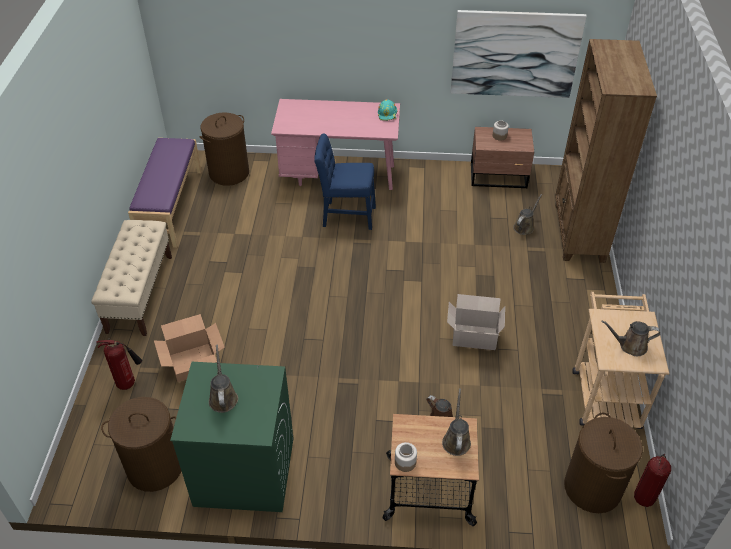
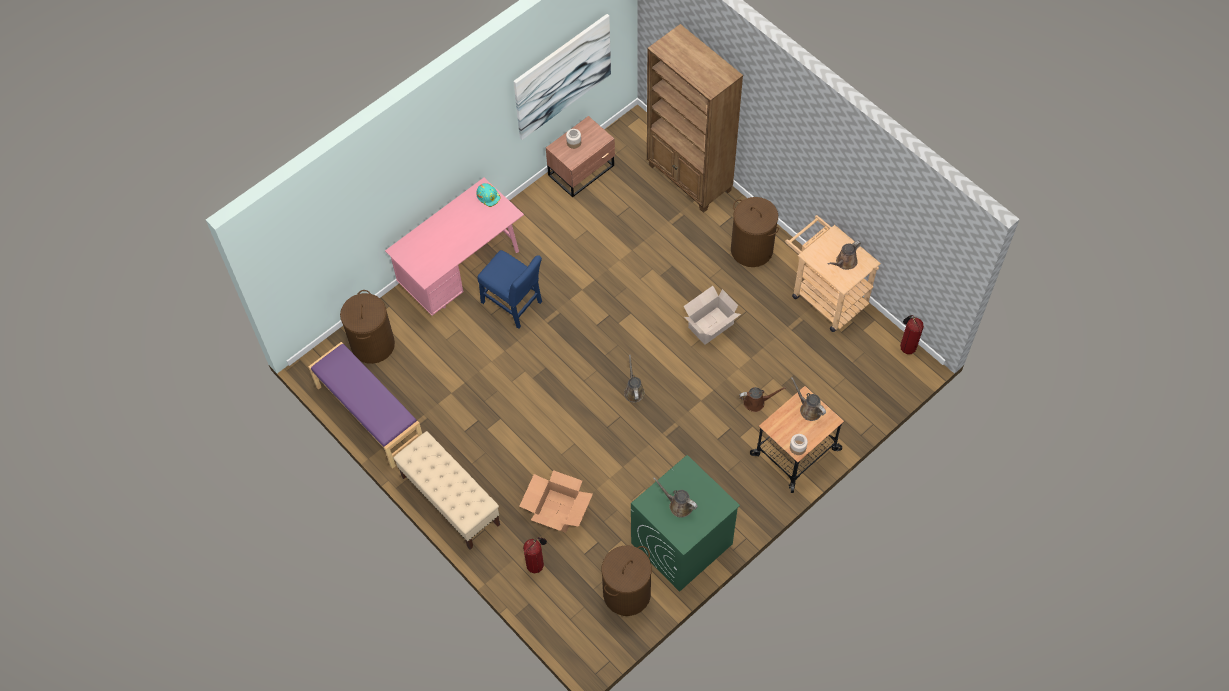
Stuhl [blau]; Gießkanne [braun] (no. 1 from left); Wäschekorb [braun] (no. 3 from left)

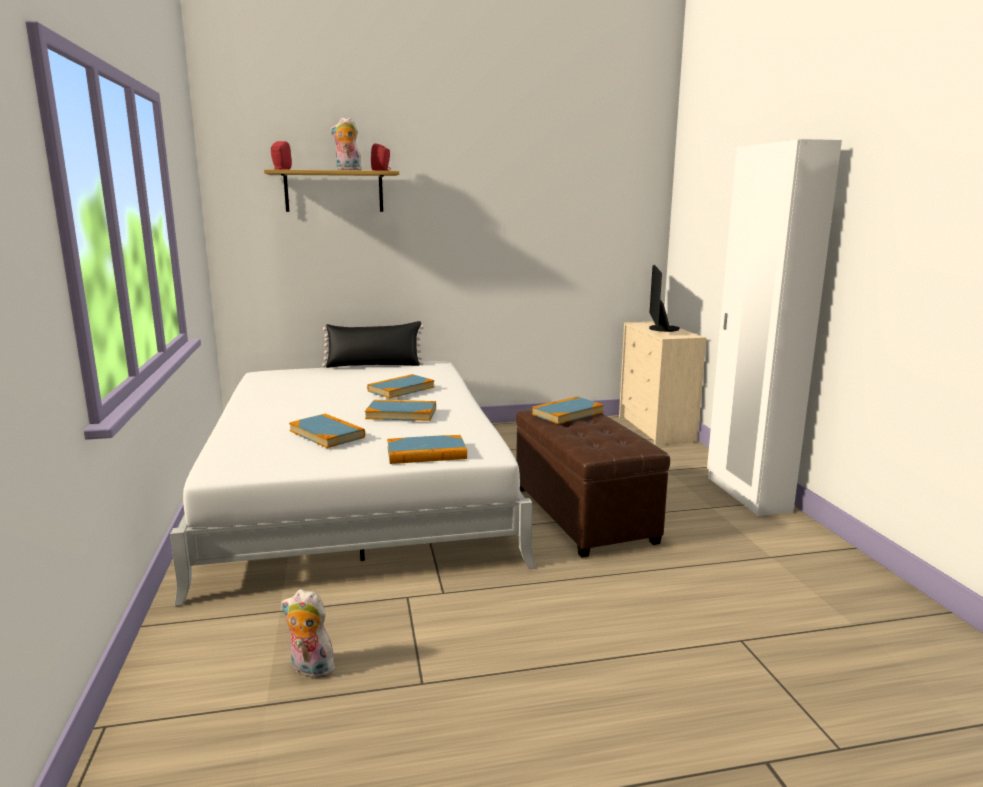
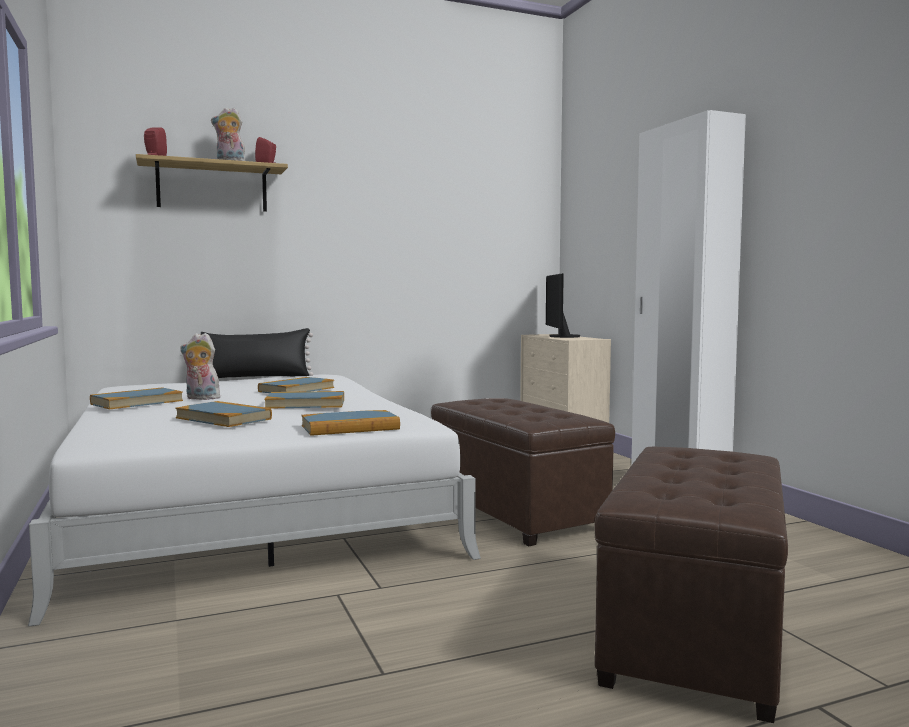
Buch (no. 1 from left); Plüschtier (no. 1 from left); Polsterhocker [braun] (no. 2 from left)

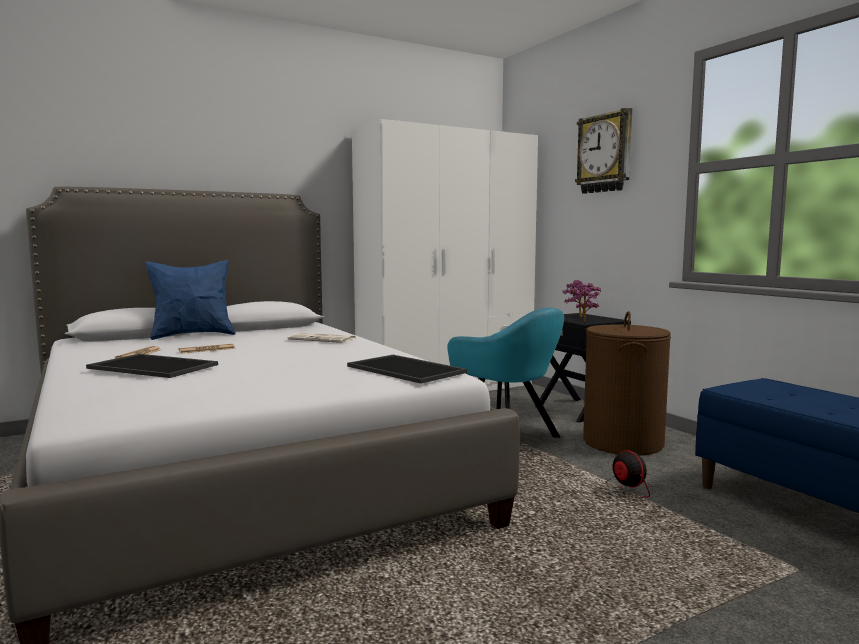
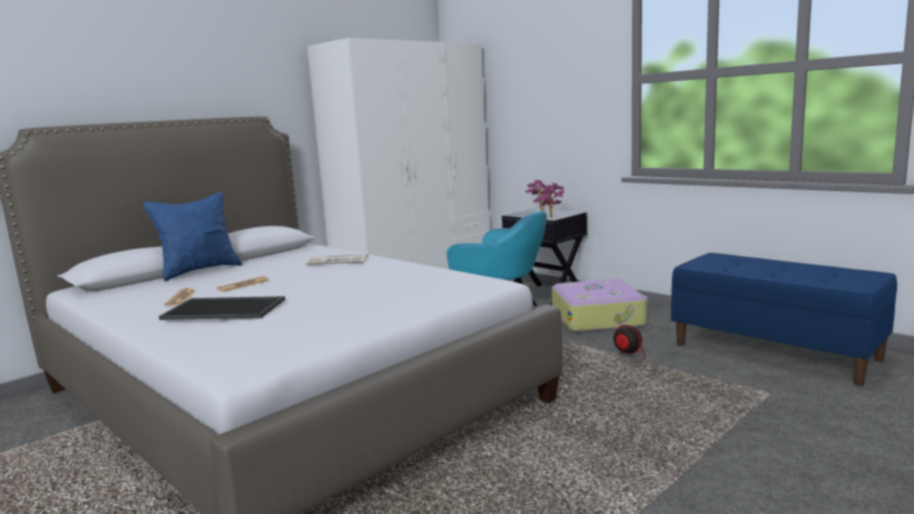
Koffer; Tablett (no. 2 from left in the first image); Wanduhr

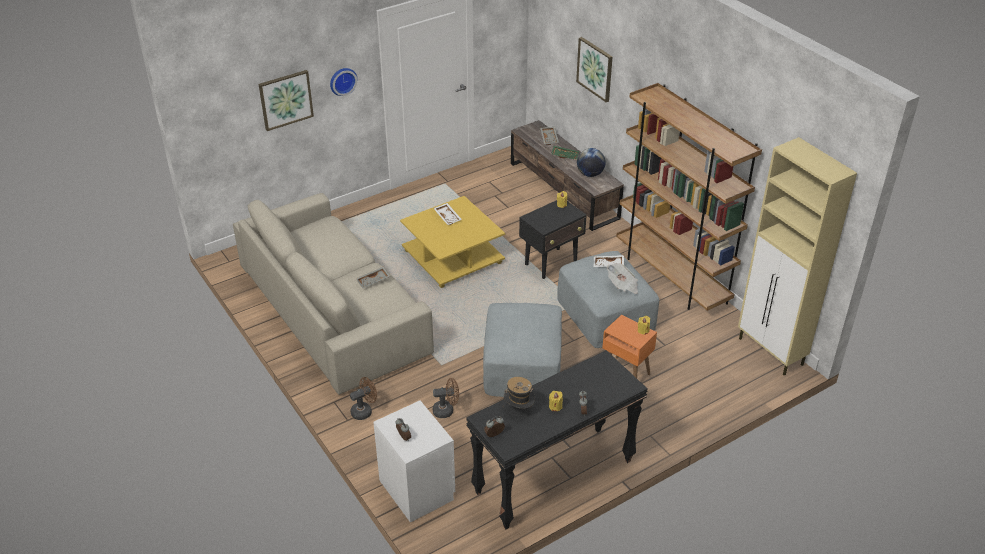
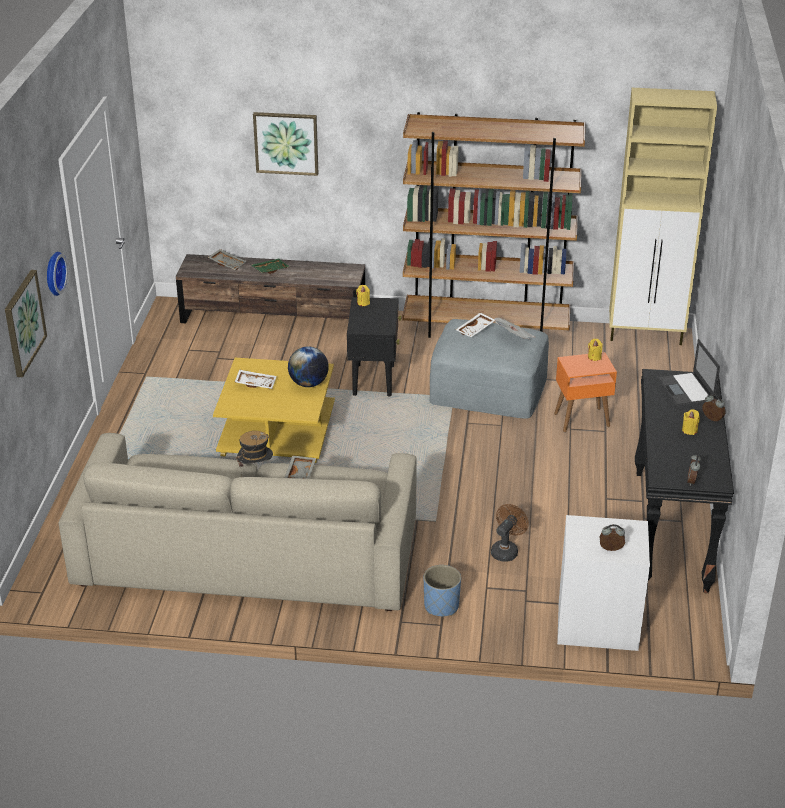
Hut; Globus; Pflanzkübel [blau]; Laptop; Polsterhocker [grau] (no. 1 from left in the first image)

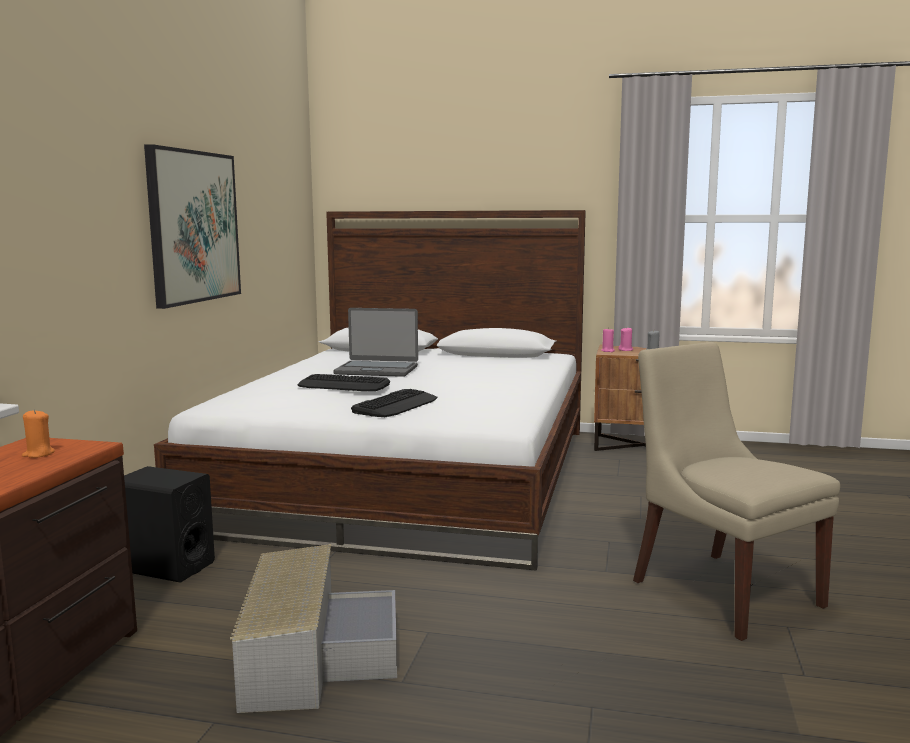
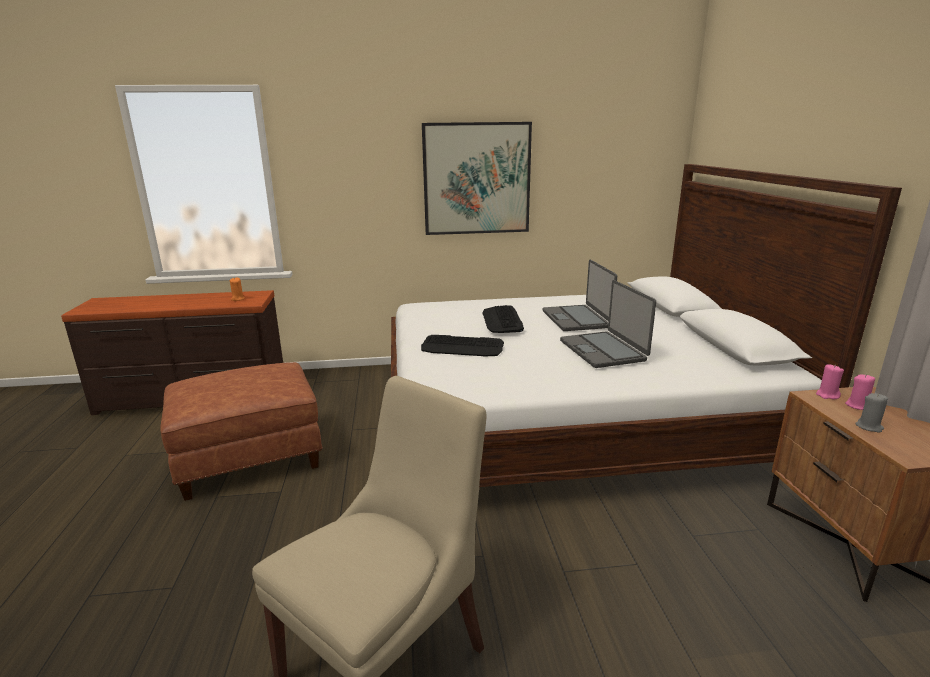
Polsterhocker [braun]; Laptop (no. 2 from left); Lautsprecher [schwarz]

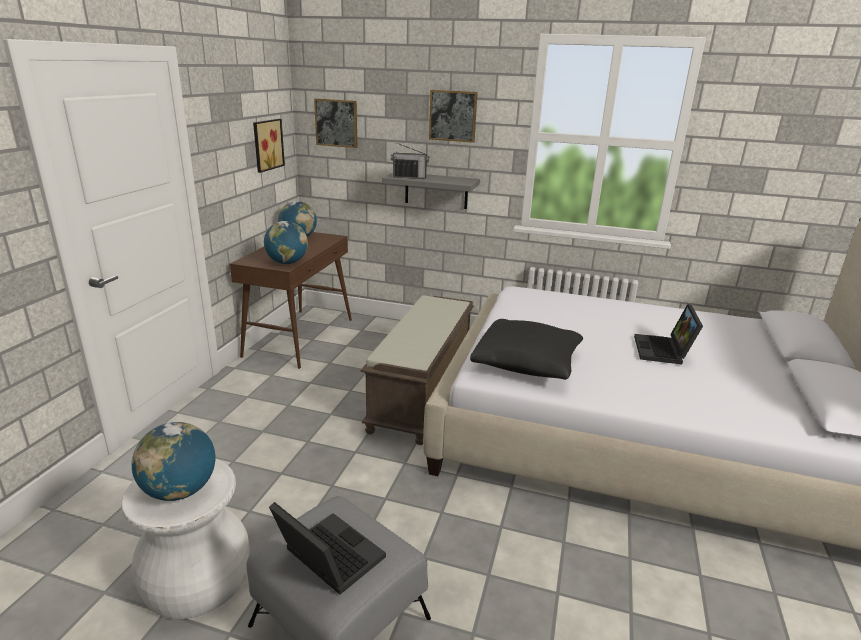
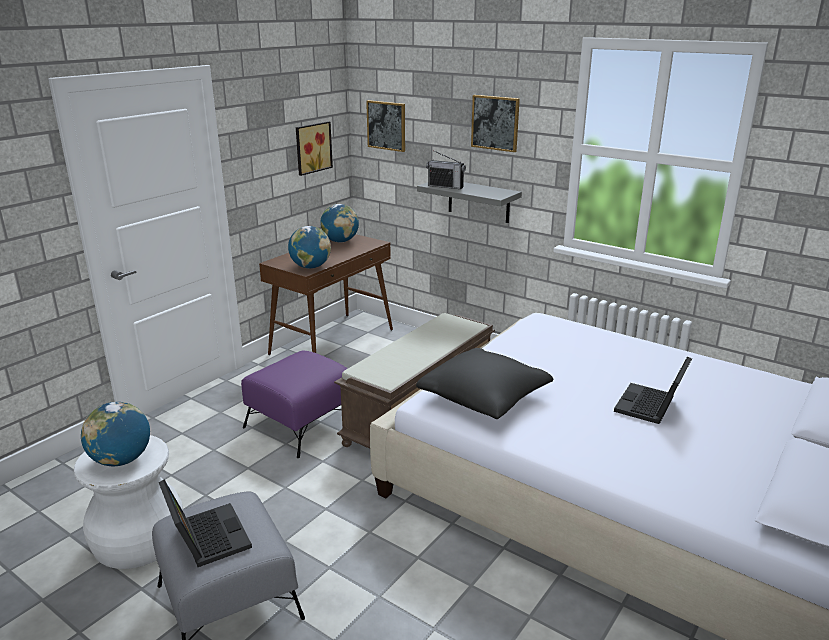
Polsterhocker [lila]

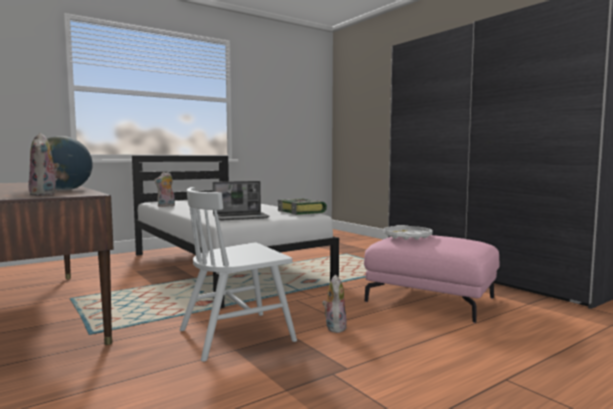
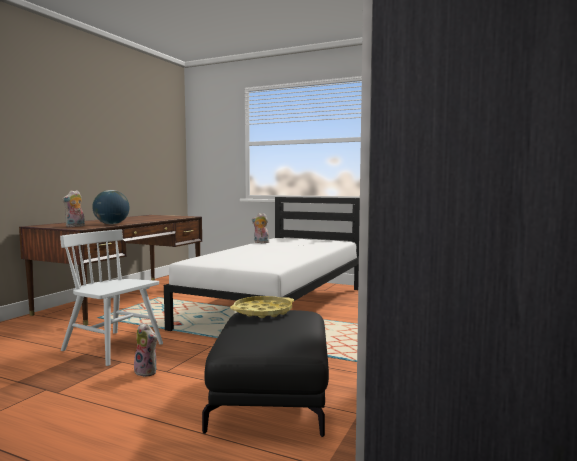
Plüschtier (no. 2 from left); Polsterhocker [schwarz]; Tablett [gelb]; Laptop; Buch

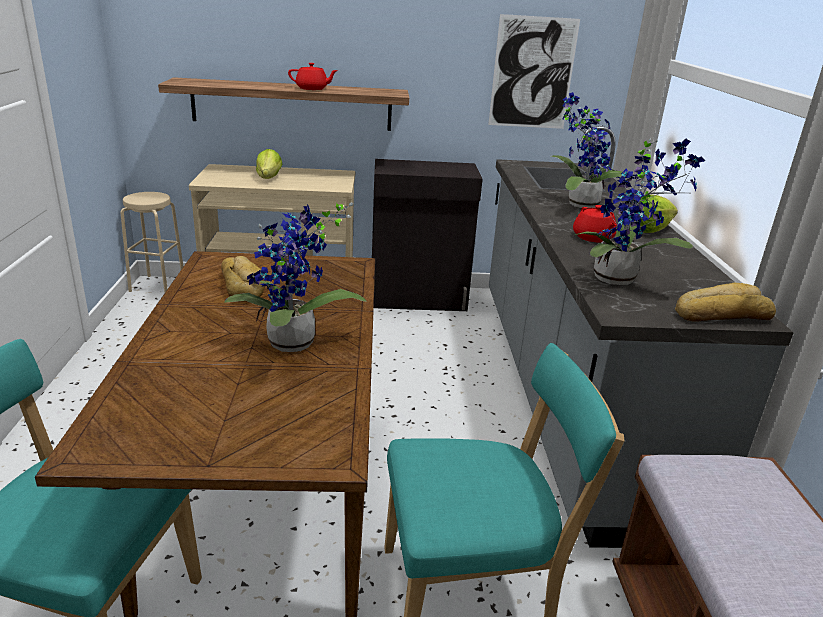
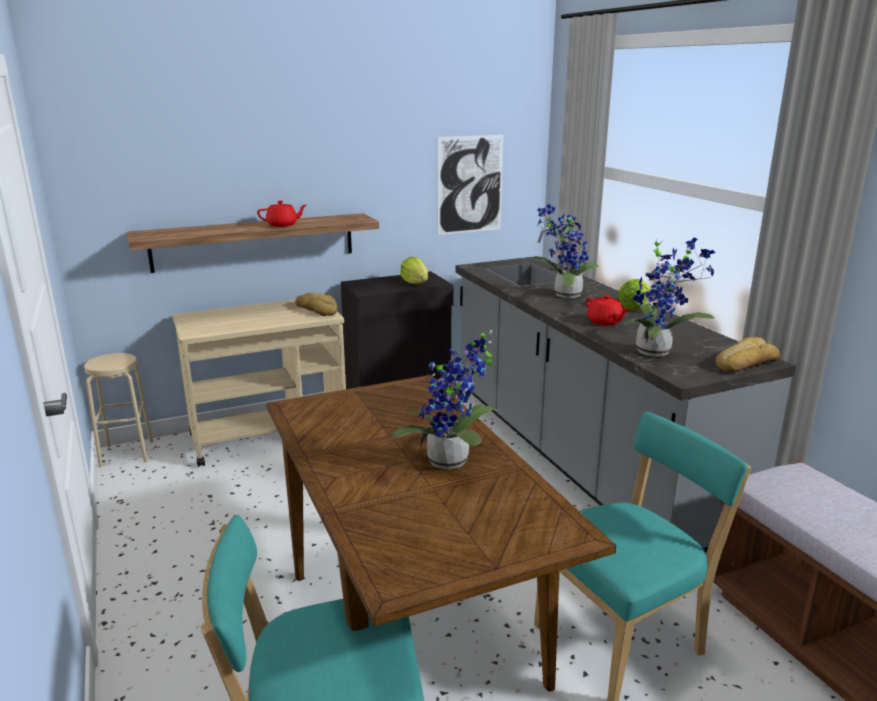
Brot (no. 1 from left); Salatkopf (no. 1 from left)

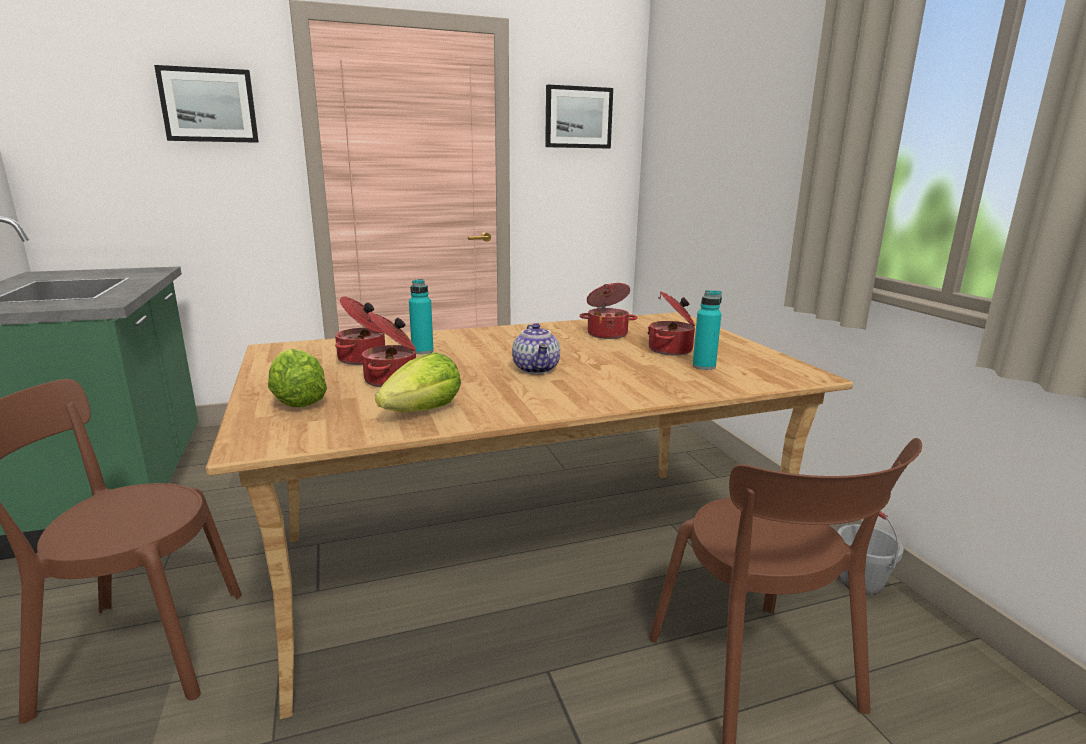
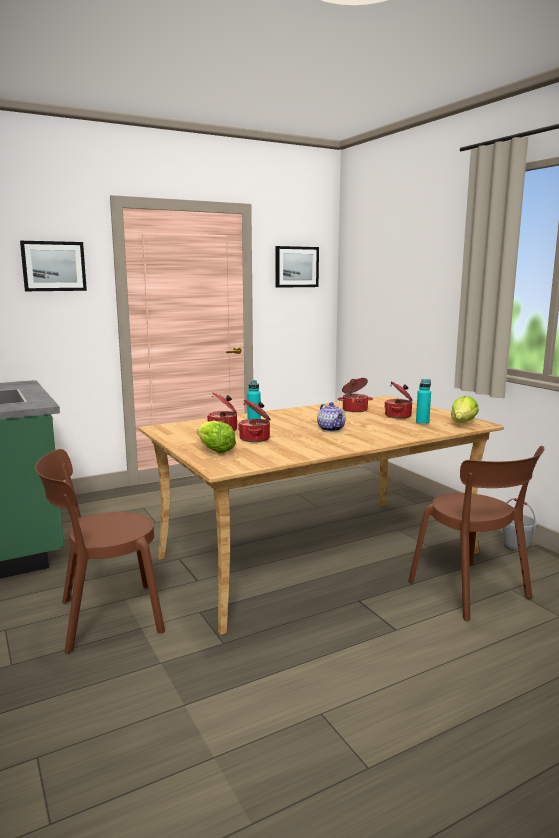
Salatkopf (no. 2 from left)

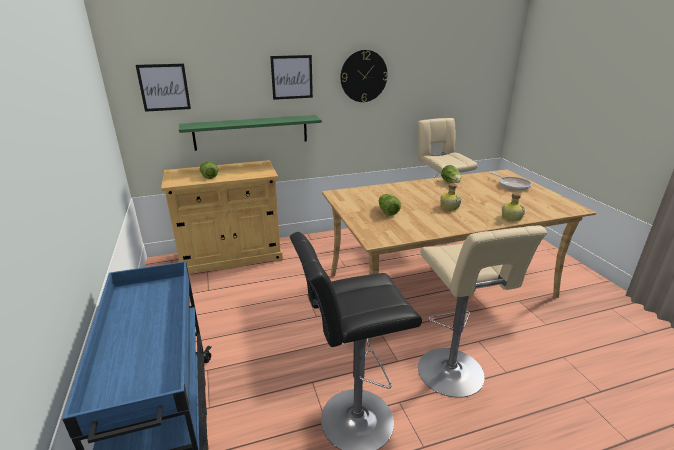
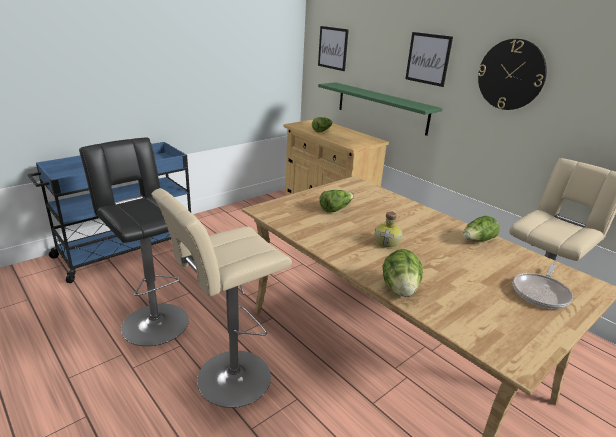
Salatkopf (no. 3 from left)

